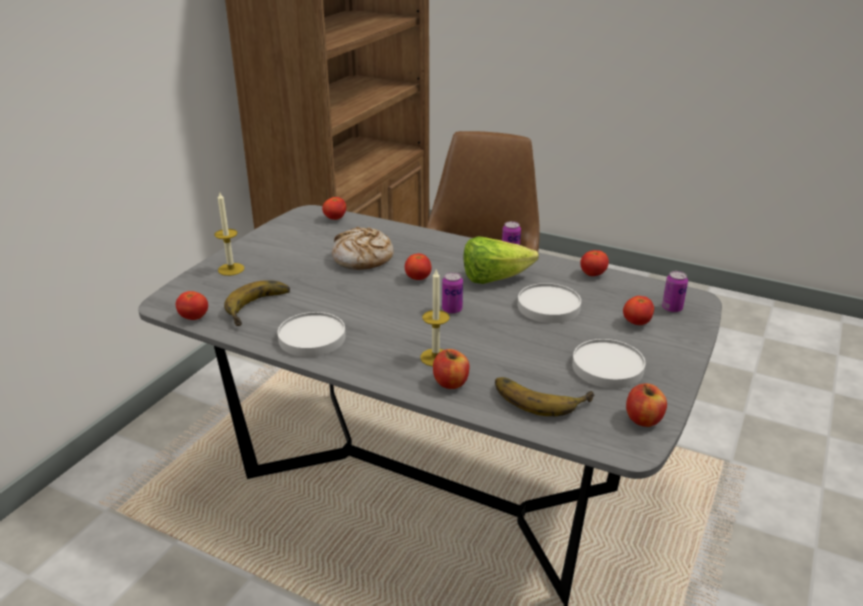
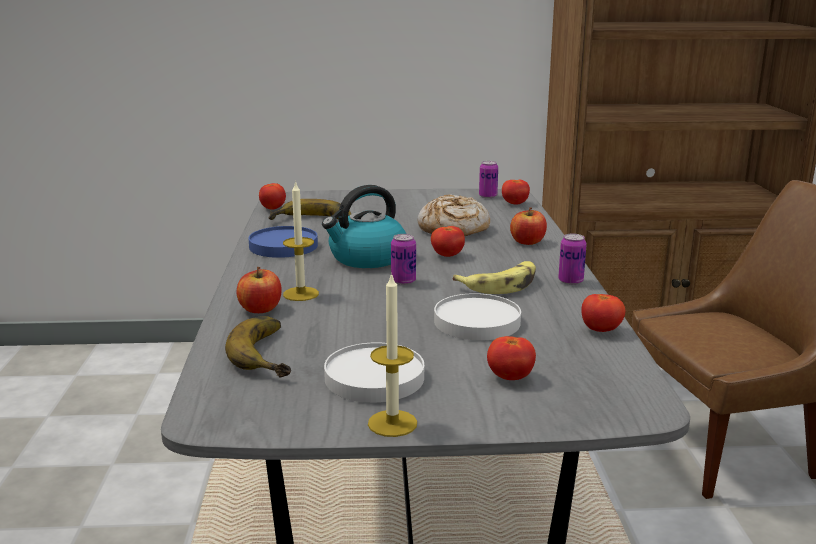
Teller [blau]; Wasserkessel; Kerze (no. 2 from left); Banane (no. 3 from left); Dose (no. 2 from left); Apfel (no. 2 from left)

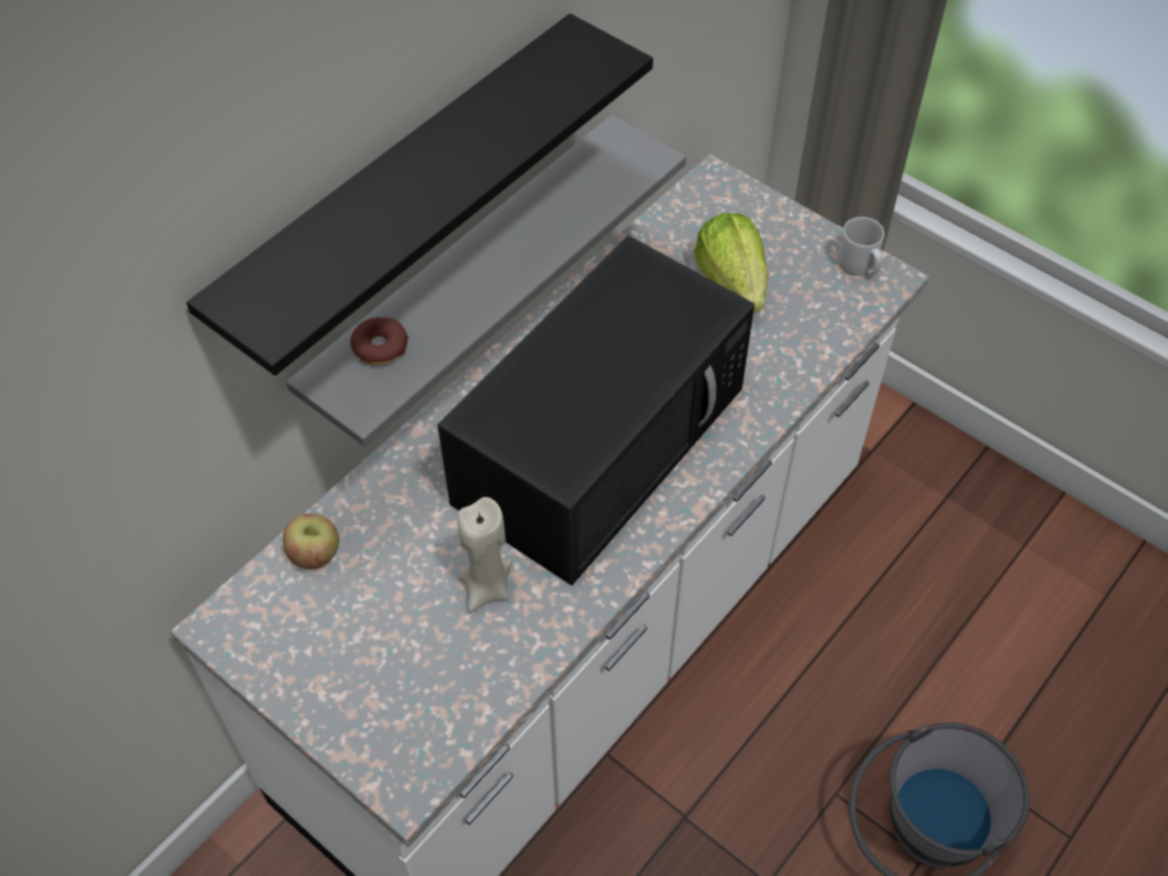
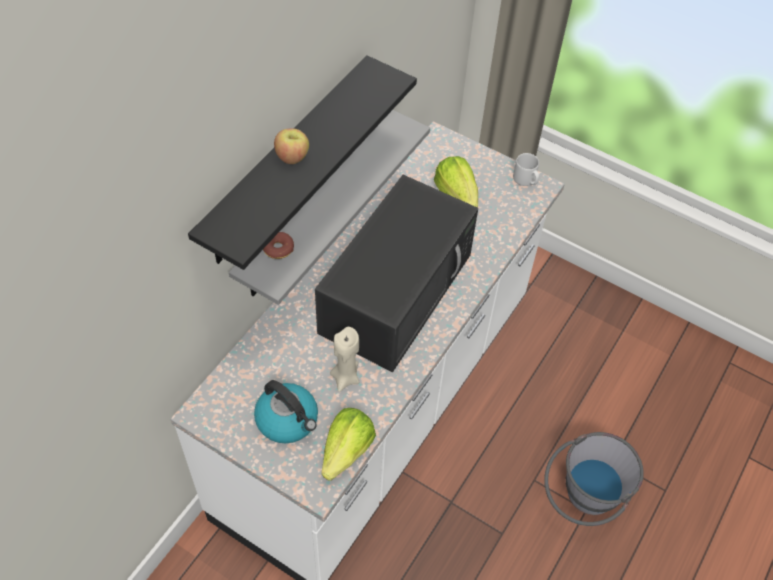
Wasserkessel; Apfel; Salatkopf (no. 1 from left)

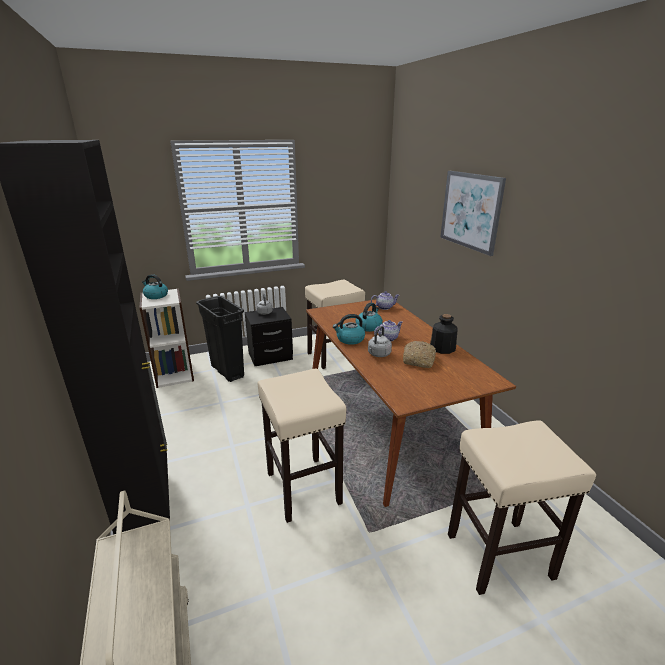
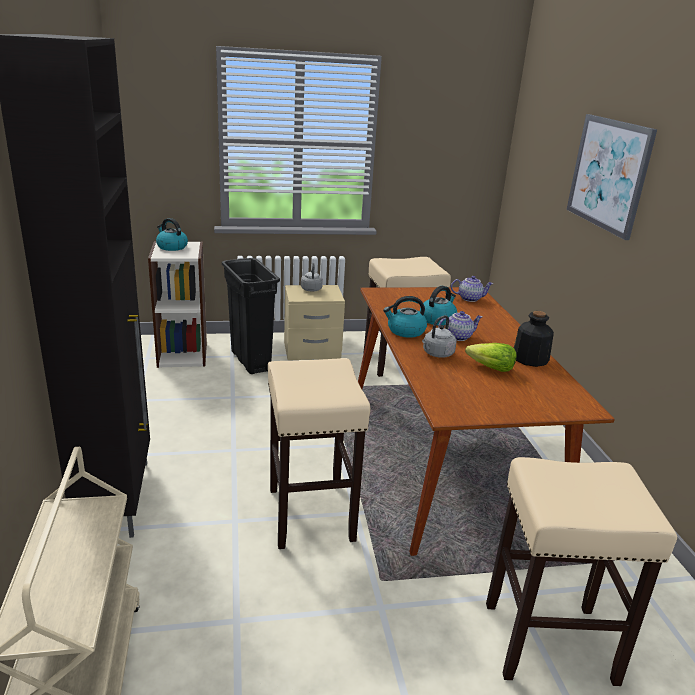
Nachttisch [beige]; Salatkopf

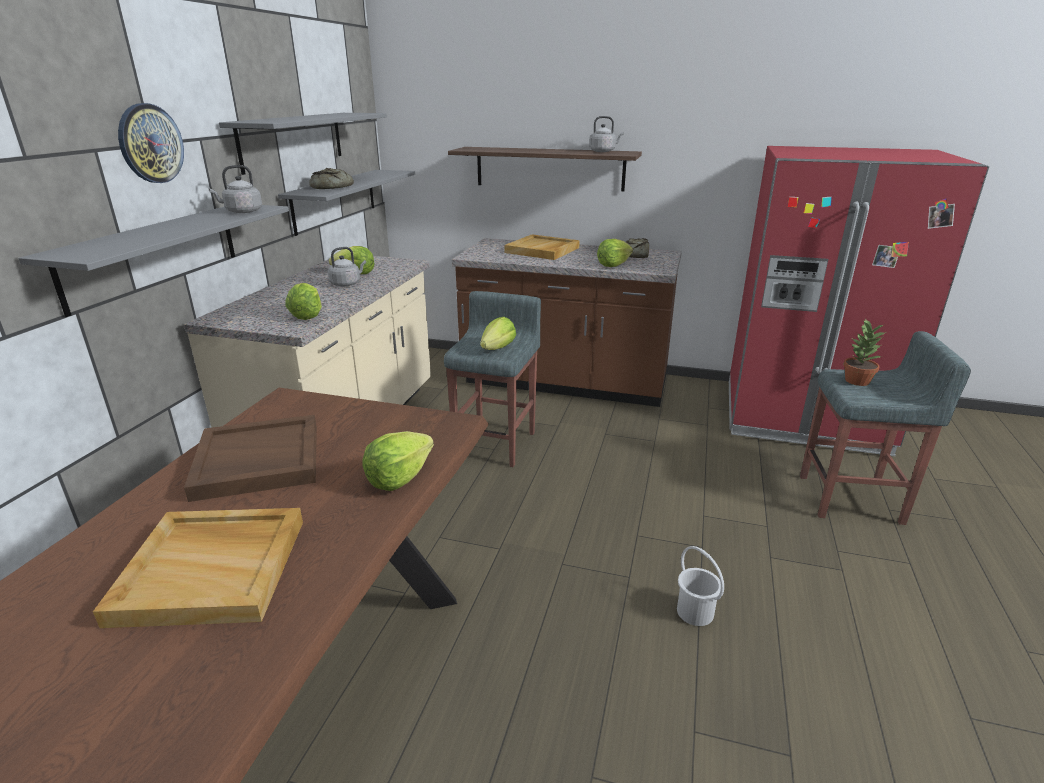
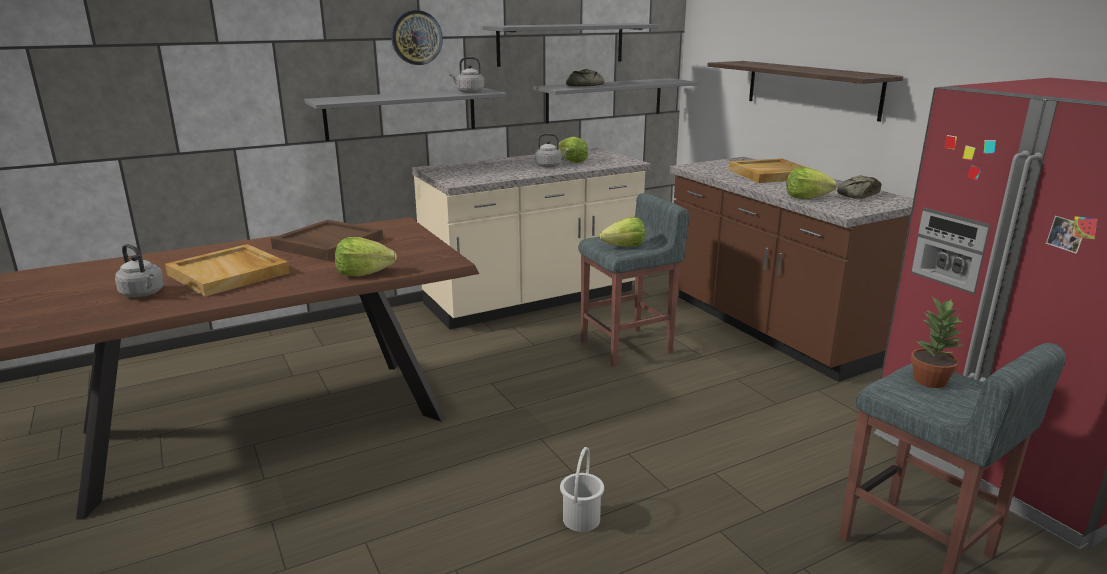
Wasserkessel [grau] (no. 1 from left); Salatkopf (no. 1 from left in the first image)

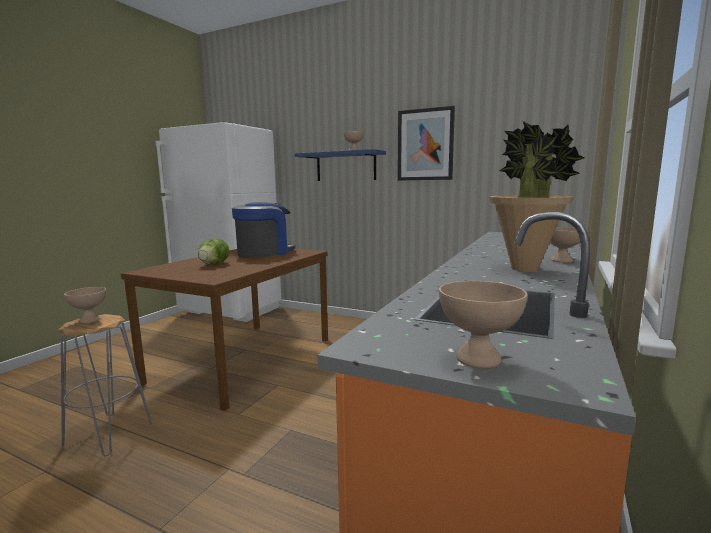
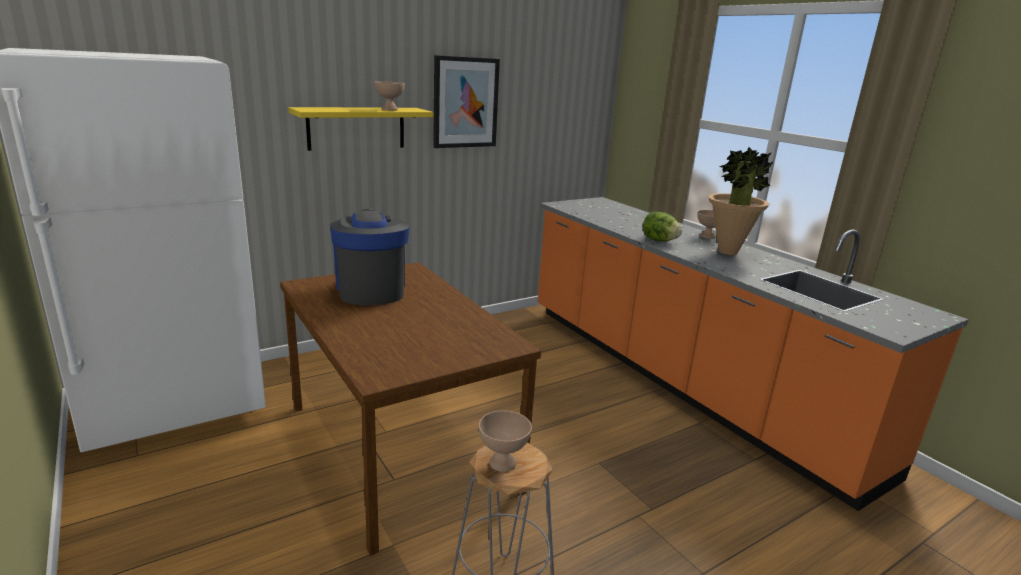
Wandregal [gelb]; Salatkopf; Schüssel [beige] (no. 3 from left in the first image)

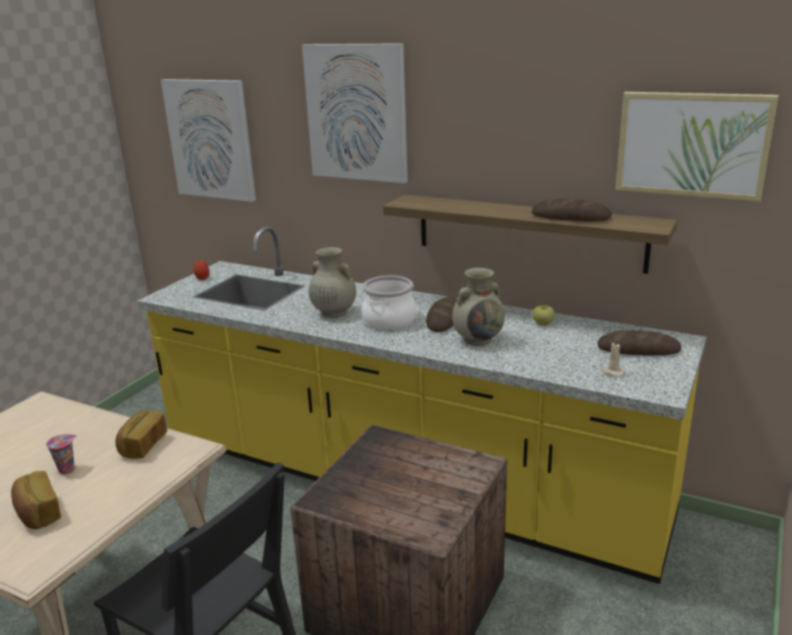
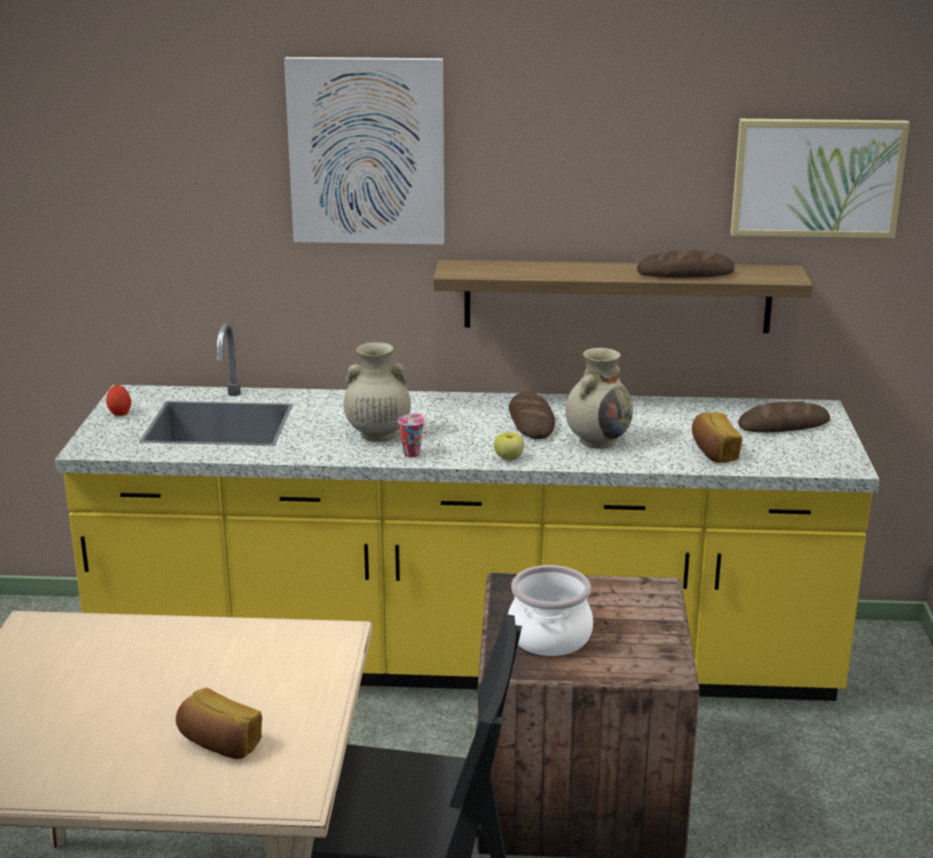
Tasse; Apfel (no. 2 from left); Kochtopf; Brot (no. 4 from left); Bild (no. 1 from left in the first image); Kerze [beige]

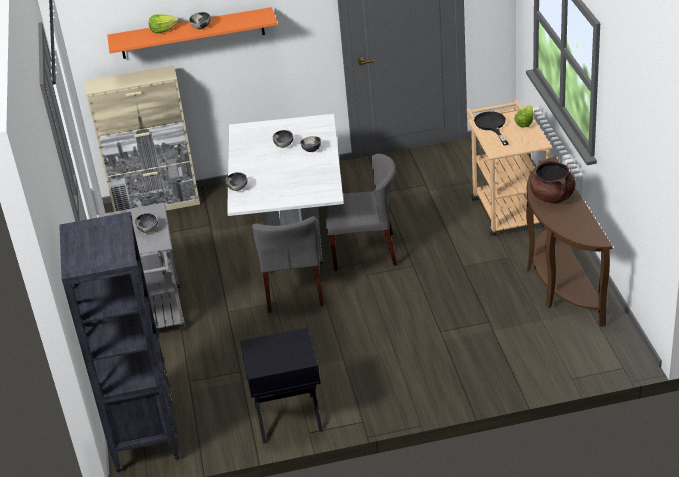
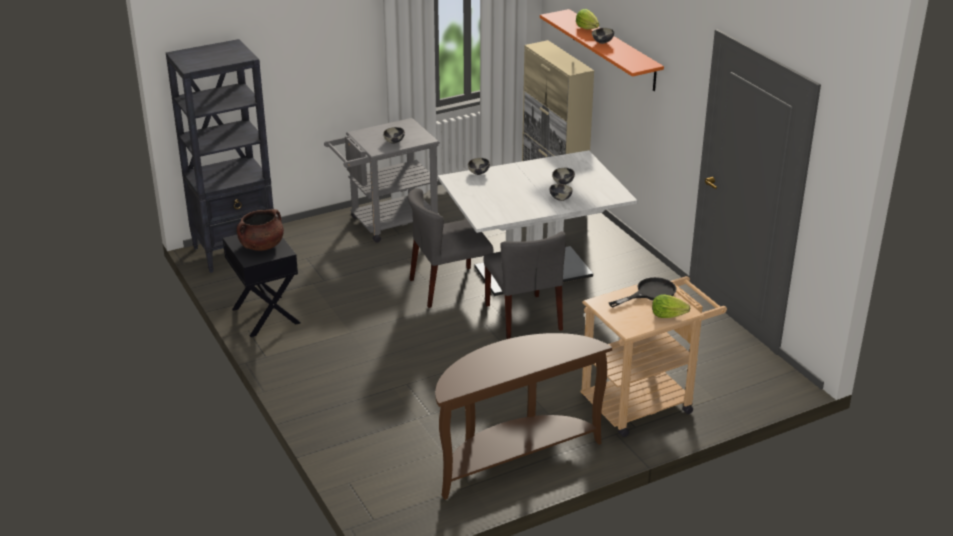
Kochtopf [braun]

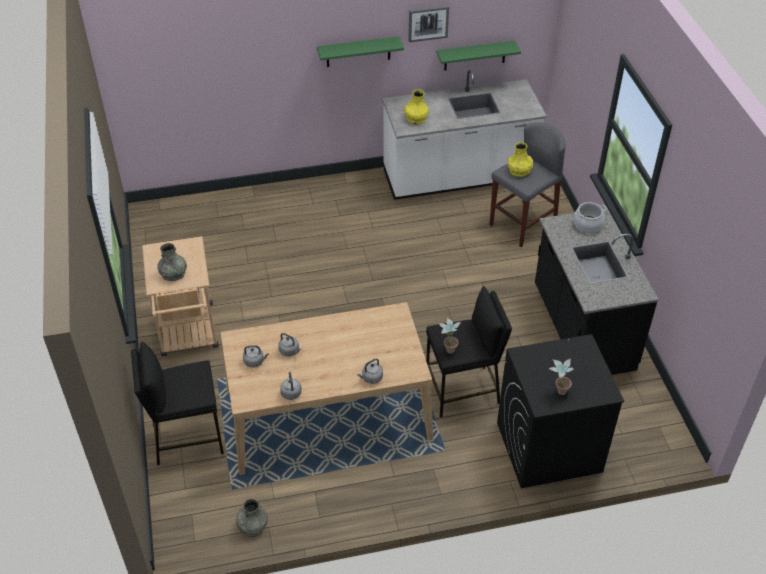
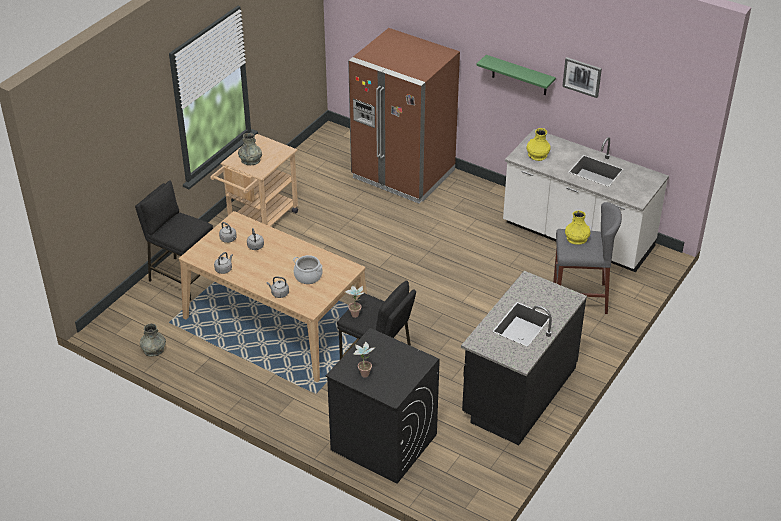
Kochtopf; Kühlschrank [braun]; Wandregal [grün] (no. 2 from left in the first image)

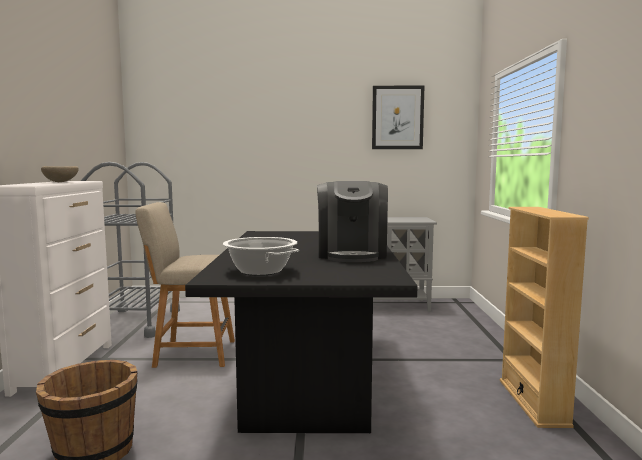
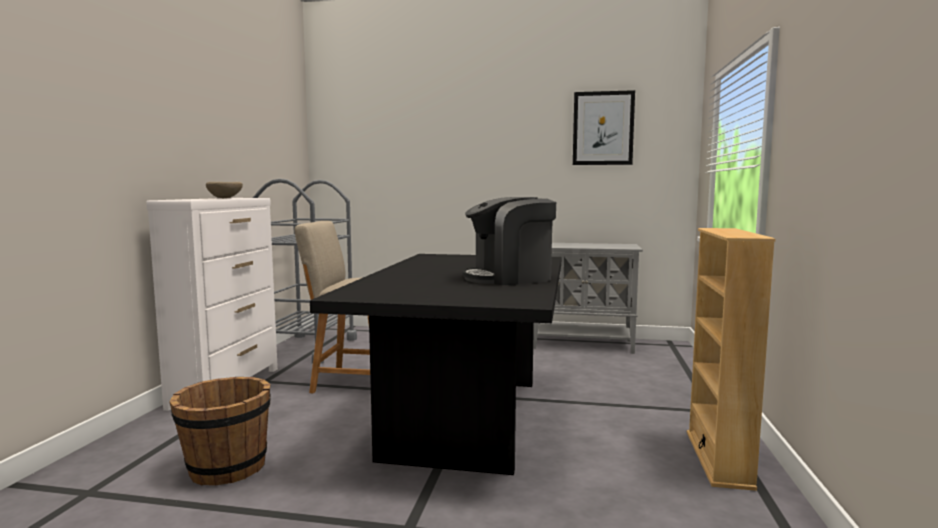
Kaffeemaschine; Kochtopf

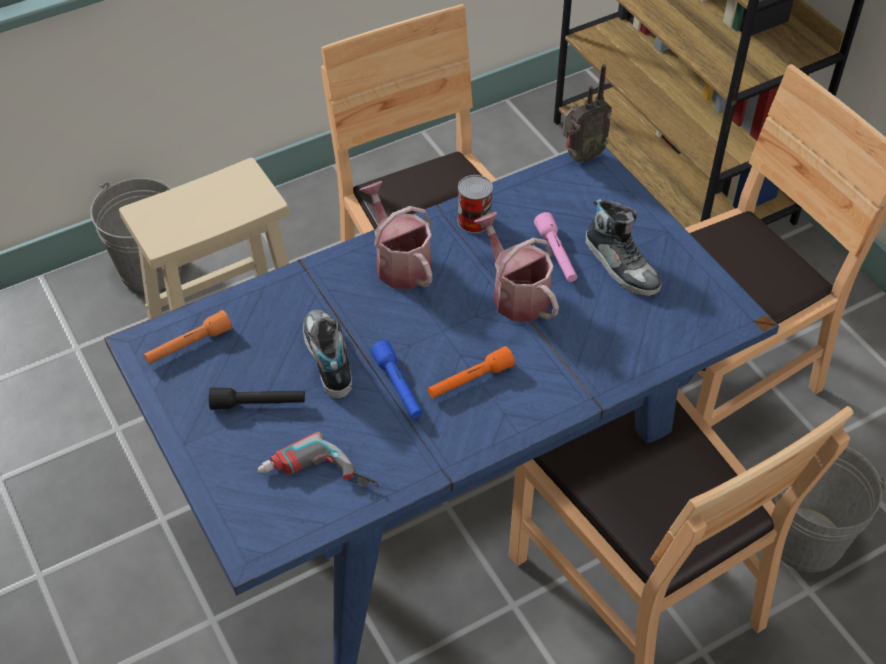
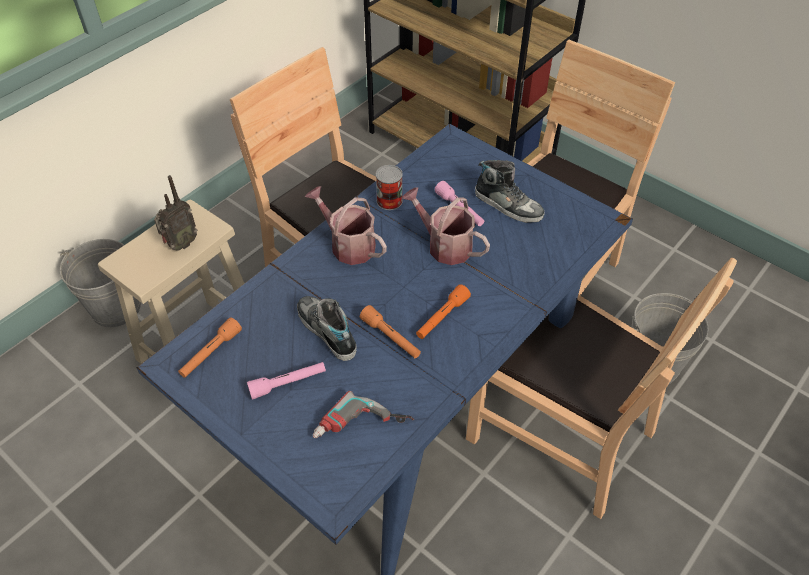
Radio; Taschenlampe [rosa] (no. 1 from left); Taschenlampe [orange] (no. 2 from left)

